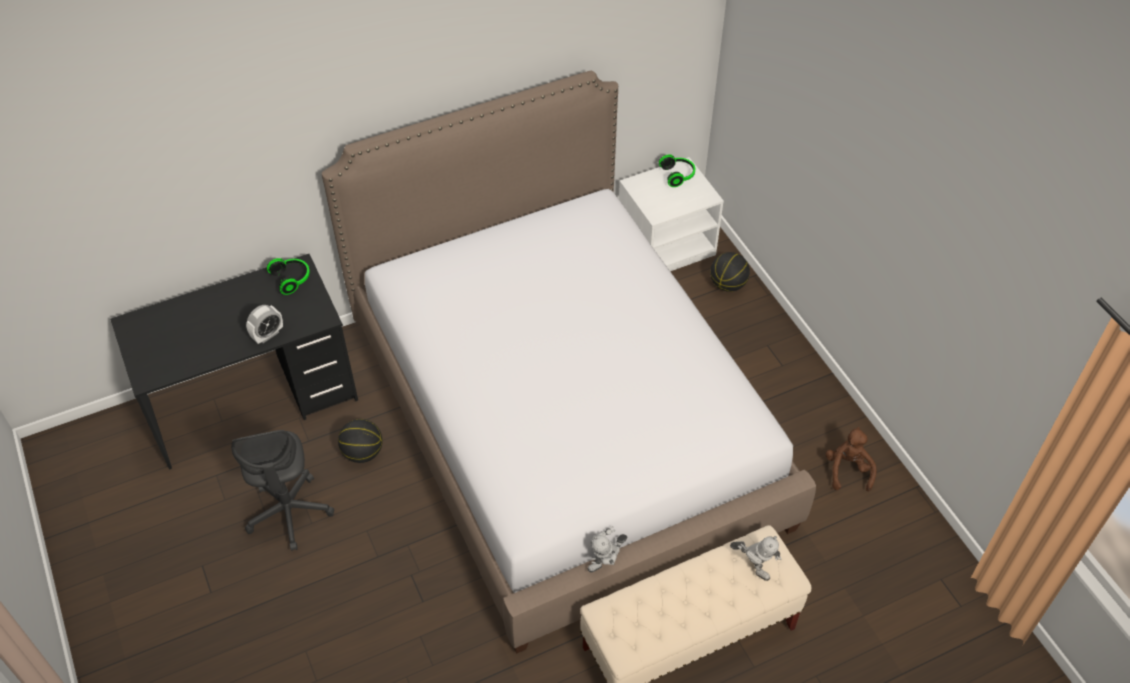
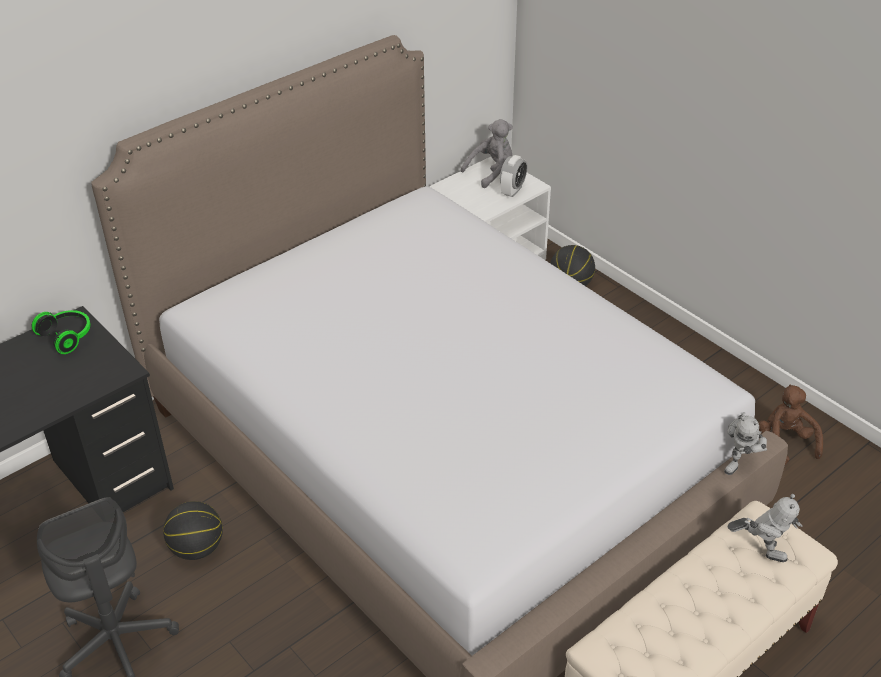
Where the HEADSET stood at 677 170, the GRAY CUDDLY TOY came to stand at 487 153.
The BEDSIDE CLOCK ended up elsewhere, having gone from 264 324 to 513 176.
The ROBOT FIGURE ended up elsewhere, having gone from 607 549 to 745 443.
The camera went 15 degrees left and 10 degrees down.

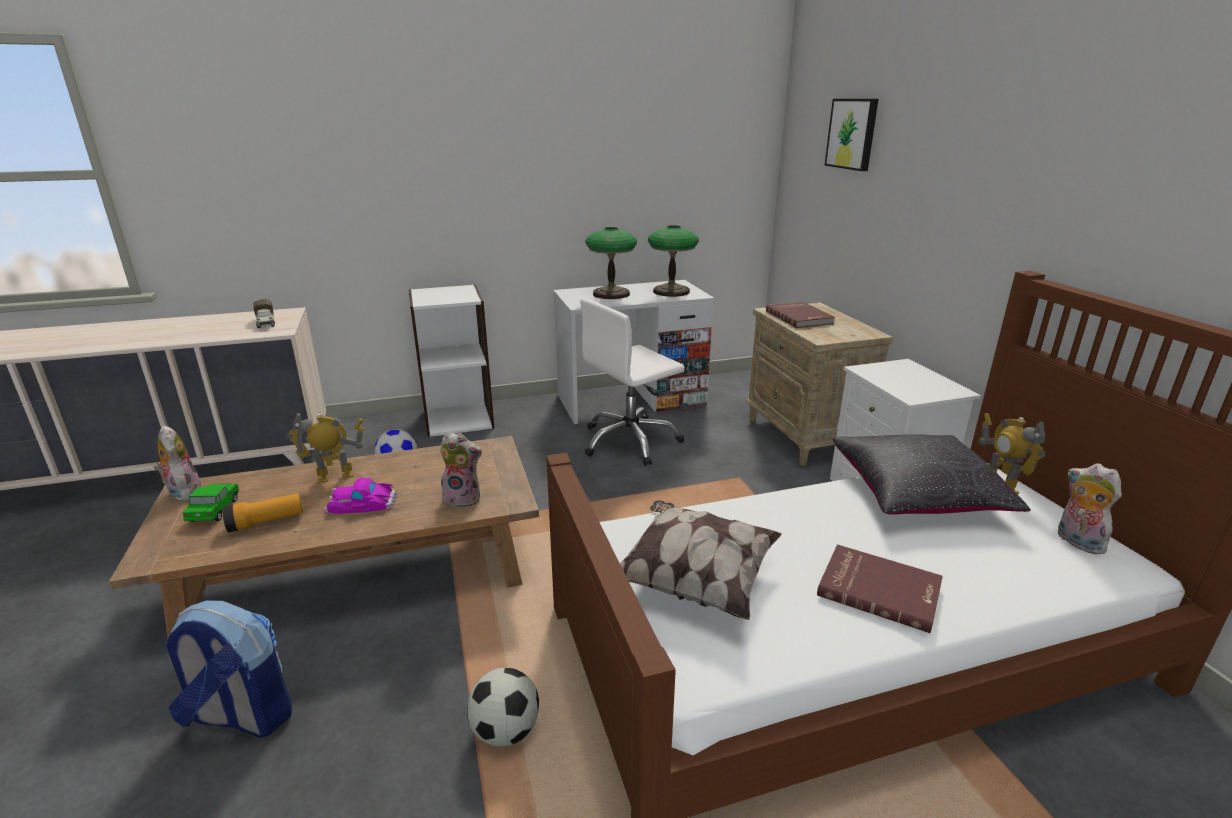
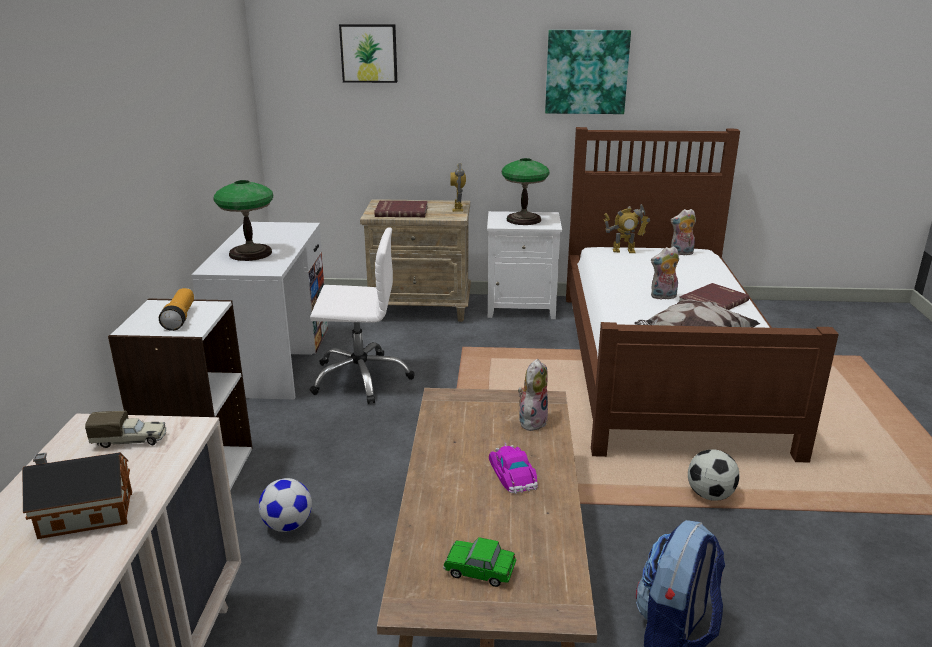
The LAMP FOR A TABLE ended up elsewhere, having gone from 673 261 to 525 191.
The WHITISH DESK CHAIR at 632 382 ended up facing another way, 75 degrees counterclockwise from before.
The ROBOT FIGURE ended up elsewhere, having gone from 326 447 to 458 187.
The CUDDLY TOY ended up elsewhere, having gone from 178 463 to 665 273.
The second view lost the BLACKISH CUSHION at 931 474.
The TOY CAR at 361 495 ended up facing another way, 150 degrees clockwise from before.
The TORCH ended up elsewhere, having gone from 262 512 to 176 309.
The second view gained the PICTURE at 588 72.
The second view gained the MODEL HOUSE at 77 495.
The camera went 70 degrees left and 0 degrees up.

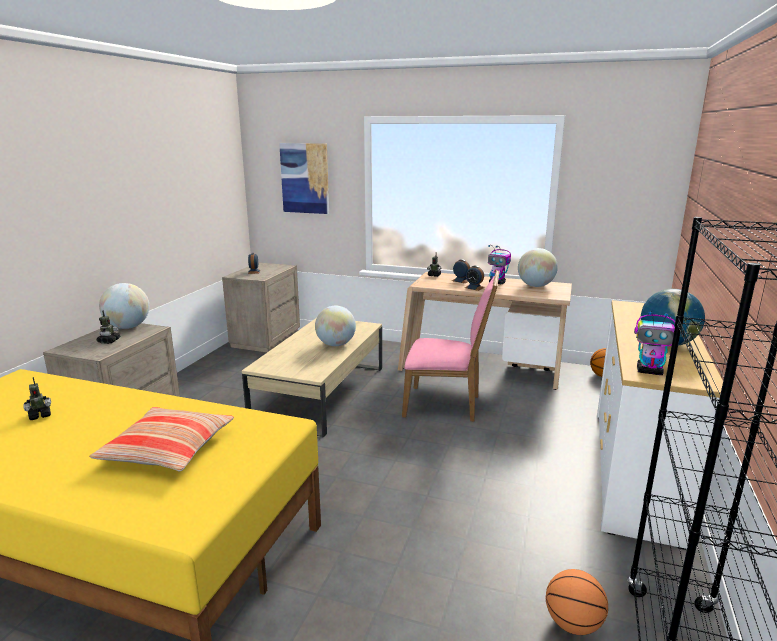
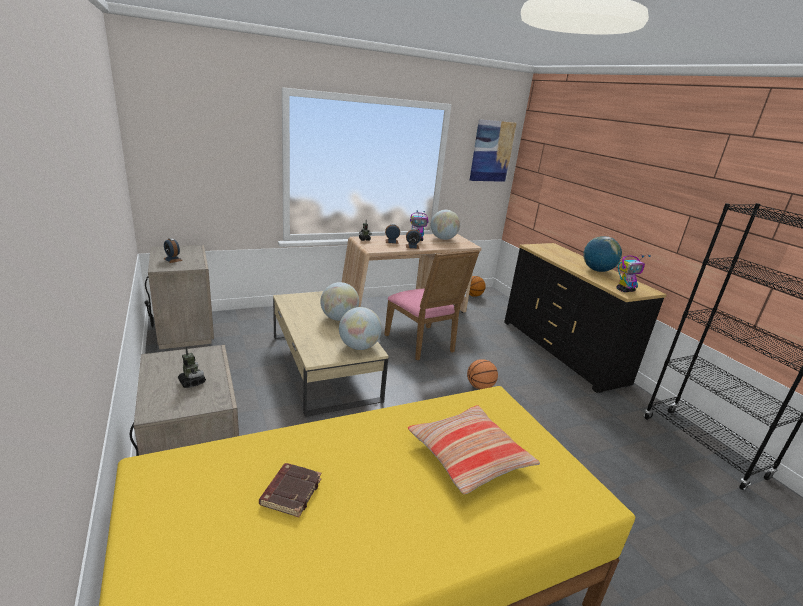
The PICTURE ended up elsewhere, having gone from 304 178 to 493 150.
The PINKISH CHAIR at 451 345 ended up facing another way, 90 degrees clockwise from before.
The WORLD GLOBE ended up elsewhere, having gone from 124 306 to 360 328.
What was the WHITISH DRESSER at 660 425 turned into the BLACKISH DRESSER at 585 318.
Where the ROBOT FIGURE stood at 37 398, the BROWN-COLOURED BOOK came to stand at 290 490.
The BASKETBALL BALL ended up elsewhere, having gone from 577 602 to 482 374.
The camera went 45 degrees left and 5 degrees up.

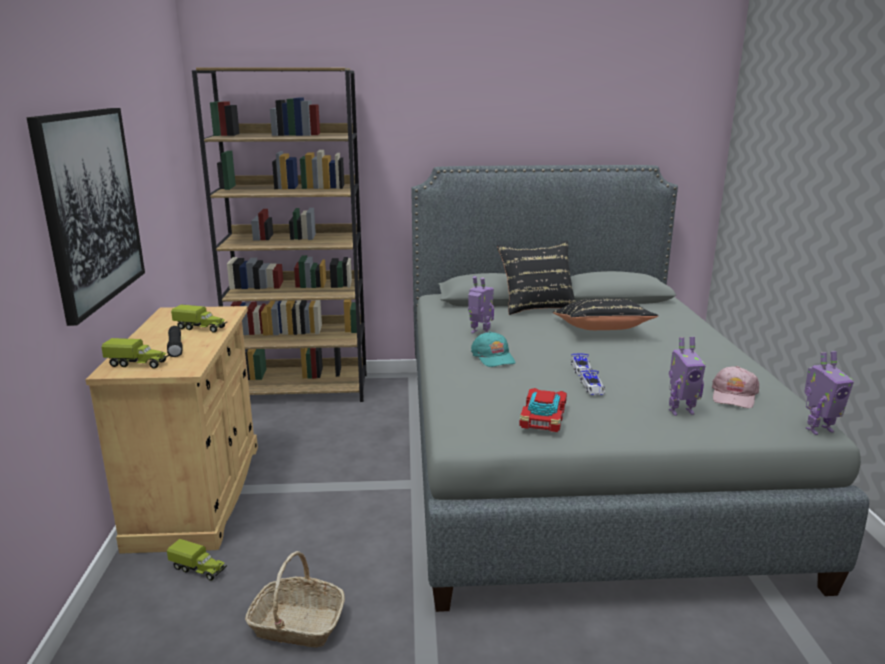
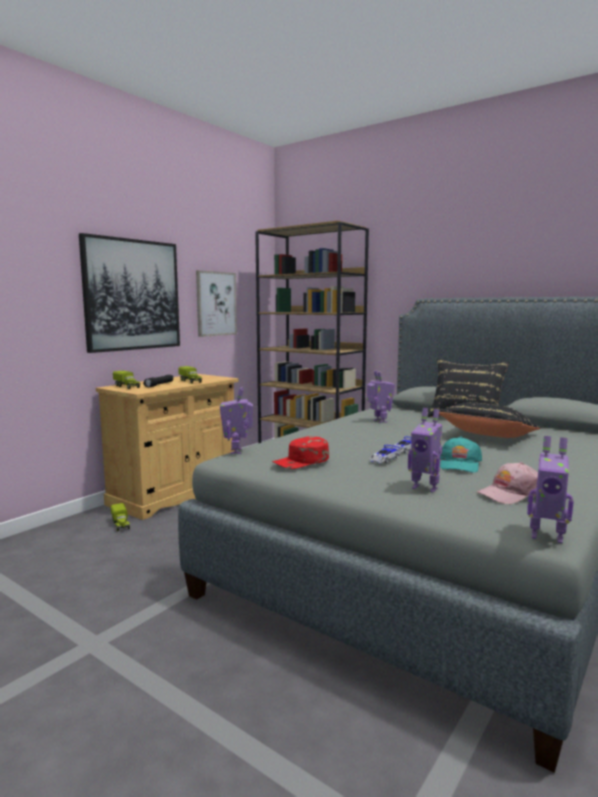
The BLUE-GREEN PEAKED CAP ended up elsewhere, having gone from 493 349 to 461 454.
Where the TOY CAR stood at 543 410, the REDDISH PEAKED CAP came to stand at 300 453.
The second view lost the HOUSEHOLD BASKET at 295 599.
The second view gained the PICTURE at 216 303.
The second view gained the ROBOT FIGURE at 236 420.
The camera went 40 degrees right and 10 degrees down.

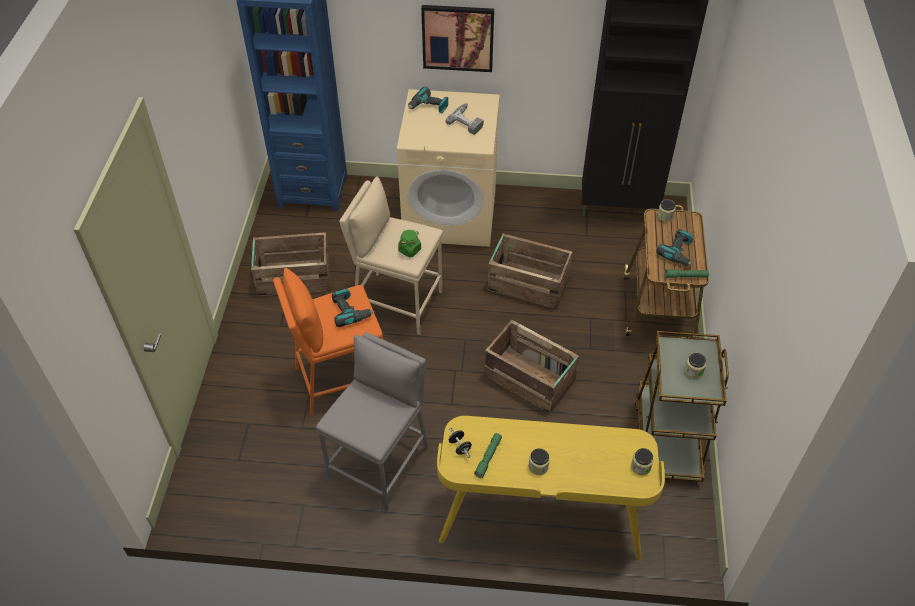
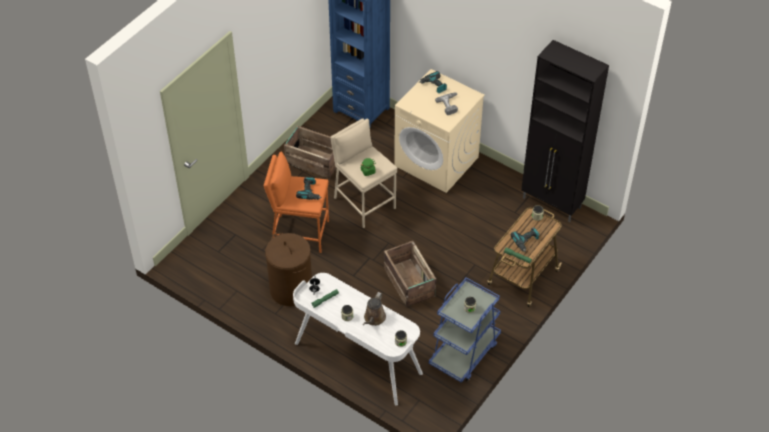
The second view lost the PICTURE at 457 38.
The second view lost the PACKING CRATE at 530 271.
What was the BROWN-COLOURED CART at 681 406 turned into the BLUE CART at 465 330.
Where the GRAY SITTING STOOL stood at 372 422, the BROWN-COLOURED HAMPER came to stand at 288 269.
What was the YELLOWISH DESK TABLE at 551 488 turned into the WHITISH DESK TABLE at 358 339.
The second view gained the BROWN-COLOURED SPRINKLING CAN at 374 309.
The camera went 30 degrees right and 0 degrees up.

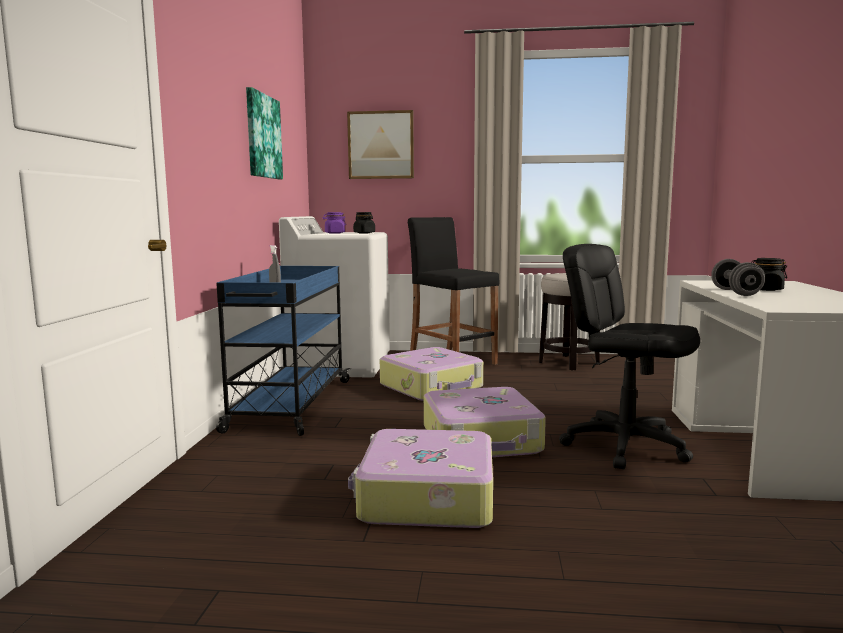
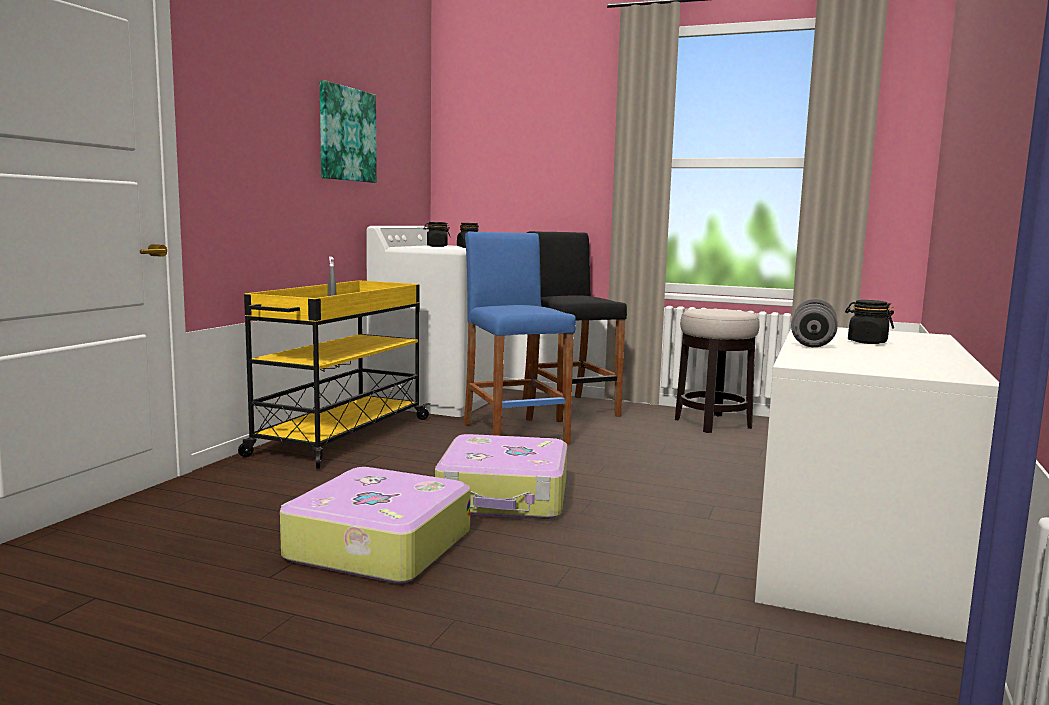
The second view lost the PICTURE at 380 144.
What was the PURPLE-COLOURED JAR at 334 223 turned into the BLACKISH JAR at 437 234.
The second view lost the BLACKISH DESK CHAIR at 629 356.
What was the BLUE CART at 283 351 turned into the YELLOWISH CART at 334 374.
Where the PIECE OF LUGGAGE stood at 431 374, the BLUE SITTING STOOL came to stand at 520 338.
The camera went 15 degrees right and 0 degrees up.

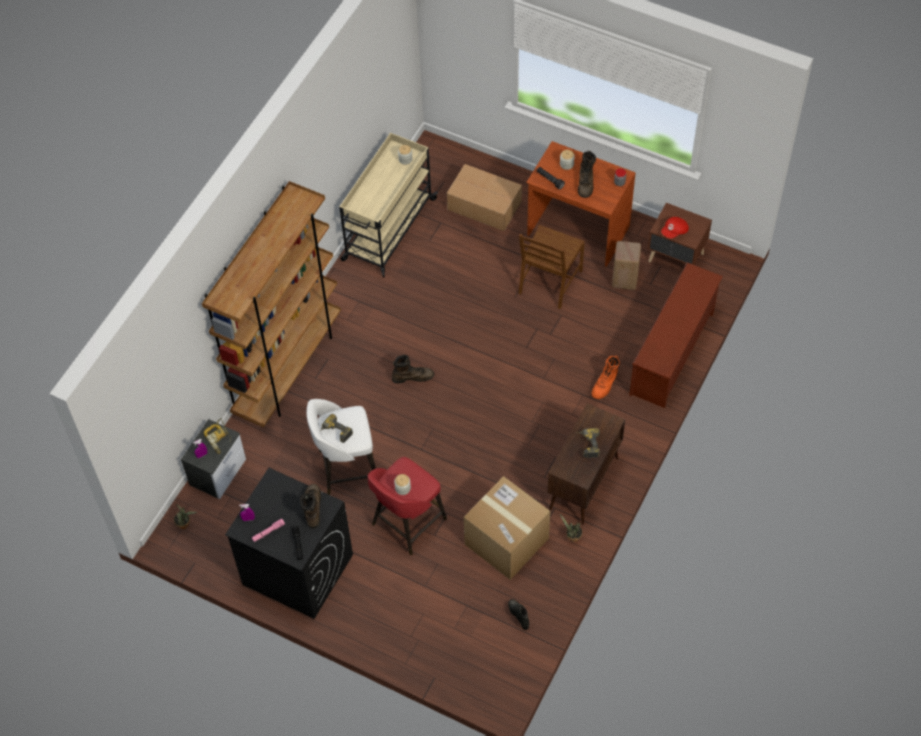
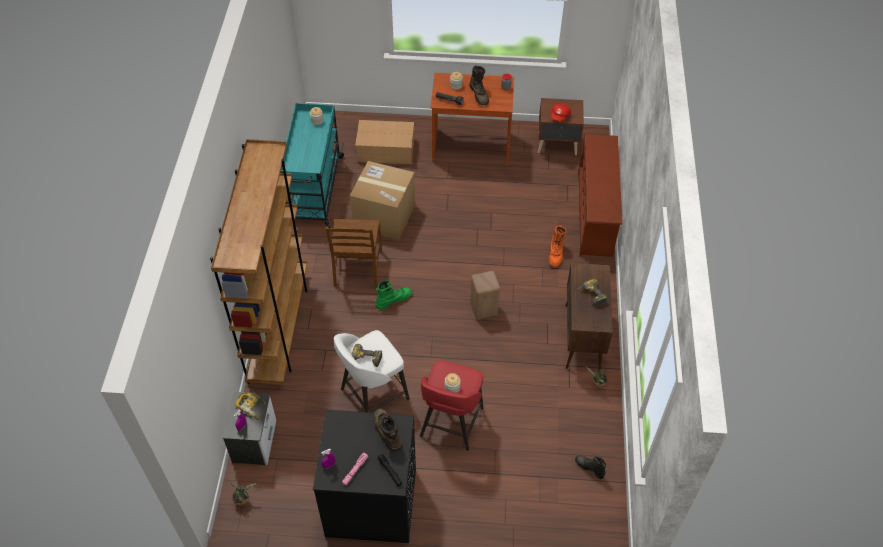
What was the BEIGE-COLOURED CART at 388 205 turned into the BLUE-GREEN CART at 312 165.
The BROWN-COLOURED CHAIR ended up elsewhere, having gone from 552 267 to 354 253.
The BEIGE-COLOURED SITTING STOOL ended up elsewhere, having gone from 626 265 to 485 295.
What was the BROWN-COLOURED BOOT at 413 369 turned into the GREEN BOOT at 394 295.
The CARDBOARD BOX ended up elsewhere, having gone from 507 528 to 382 200.
The camera went 25 degrees left and 5 degrees down.

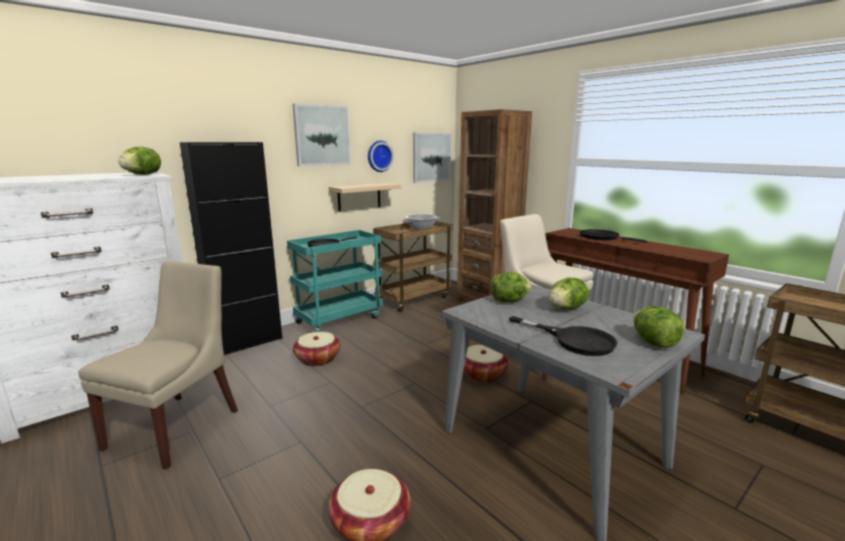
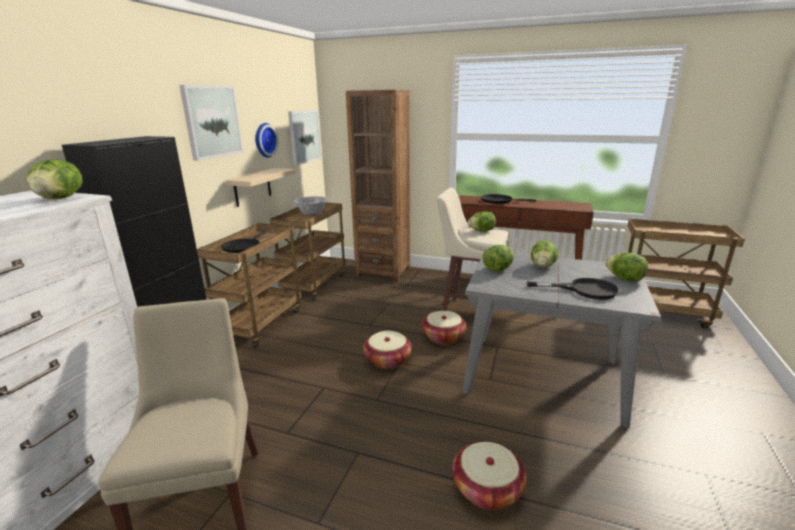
What was the BLUE-GREEN CART at 335 281 turned into the BROWN-COLOURED CART at 249 285.
The HOUSEHOLD BASKET ended up elsewhere, having gone from 316 349 to 387 350.
The second view gained the HEAD OF LETTUCE at 482 221.
The camera went 30 degrees left and 5 degrees up.

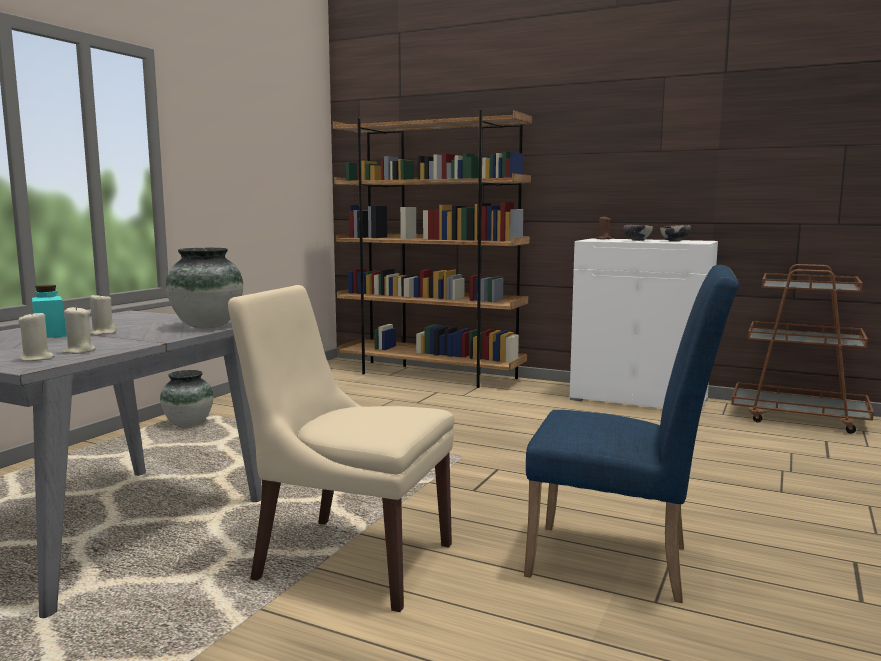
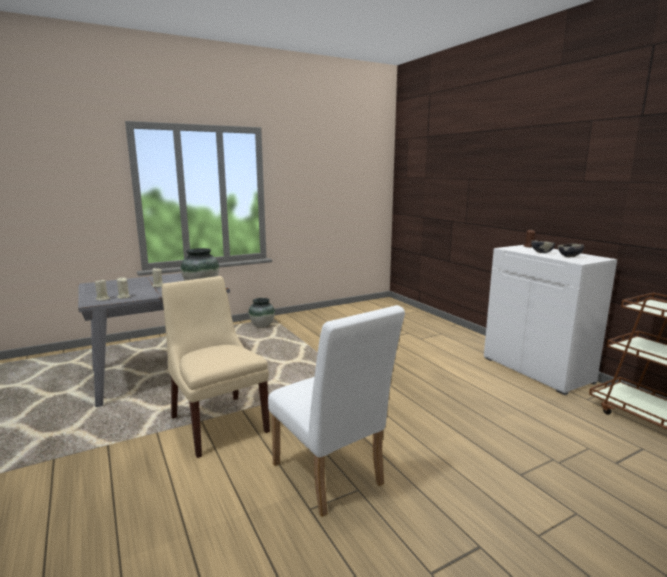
The second view lost the BROWN-COLOURED BOOKSHELF at 432 249.
What was the BLUE CHAIR at 632 434 turned into the WHITISH CHAIR at 336 411.
The second view lost the BLUE-GREEN JAR at 49 311.
The camera went 35 degrees right and 5 degrees up.

